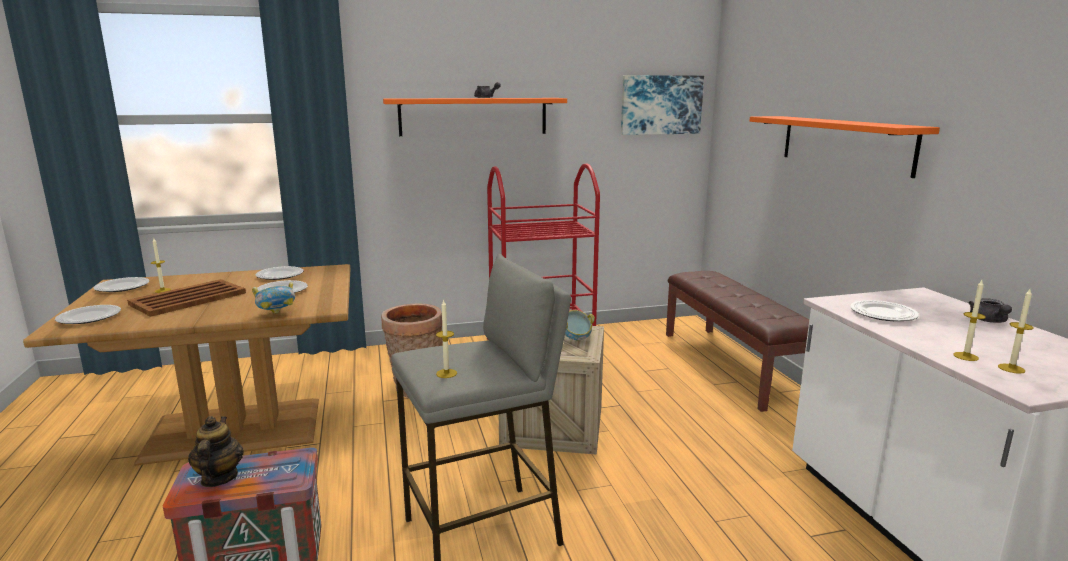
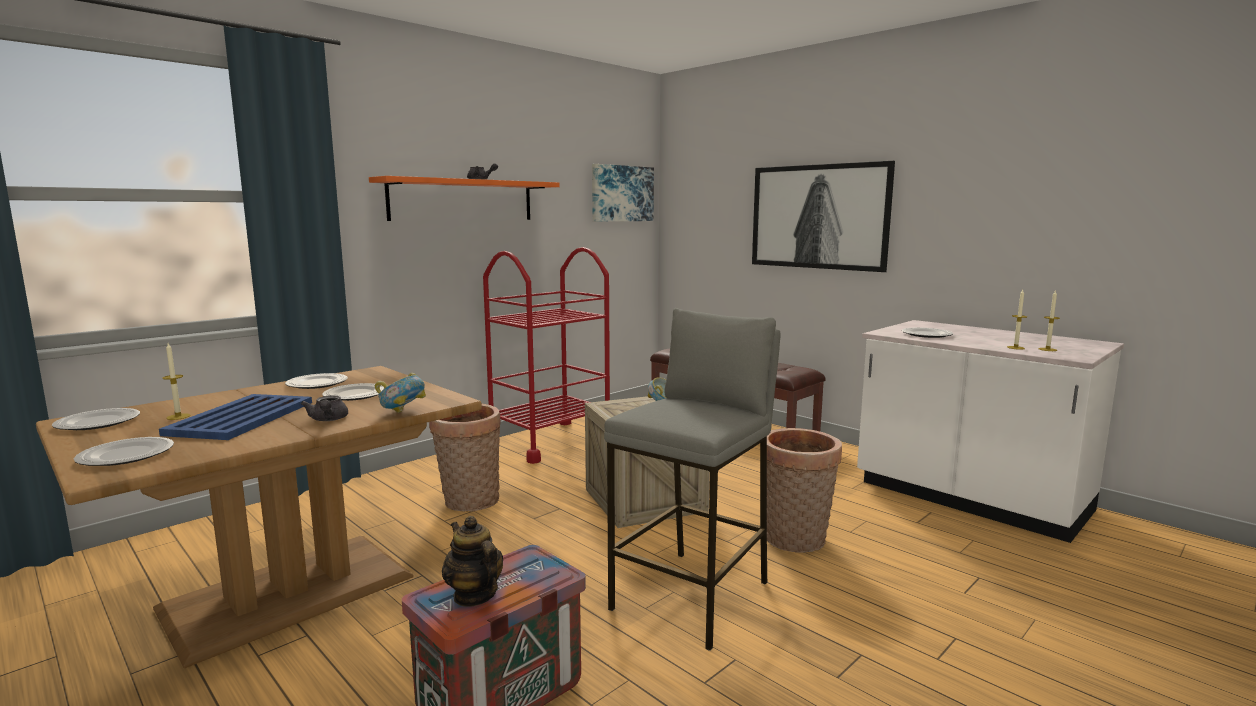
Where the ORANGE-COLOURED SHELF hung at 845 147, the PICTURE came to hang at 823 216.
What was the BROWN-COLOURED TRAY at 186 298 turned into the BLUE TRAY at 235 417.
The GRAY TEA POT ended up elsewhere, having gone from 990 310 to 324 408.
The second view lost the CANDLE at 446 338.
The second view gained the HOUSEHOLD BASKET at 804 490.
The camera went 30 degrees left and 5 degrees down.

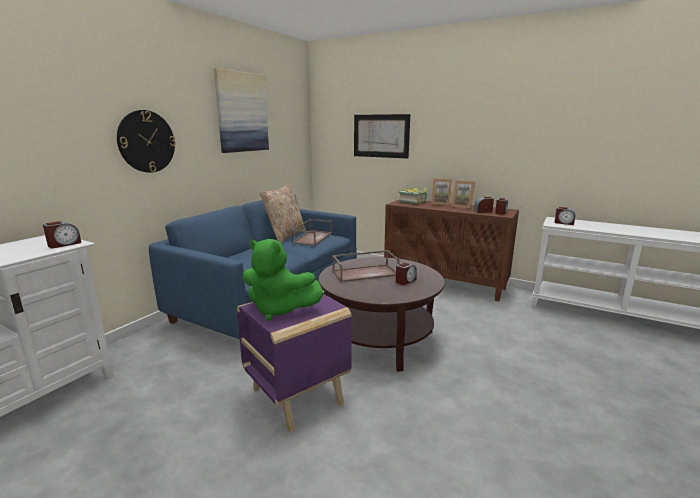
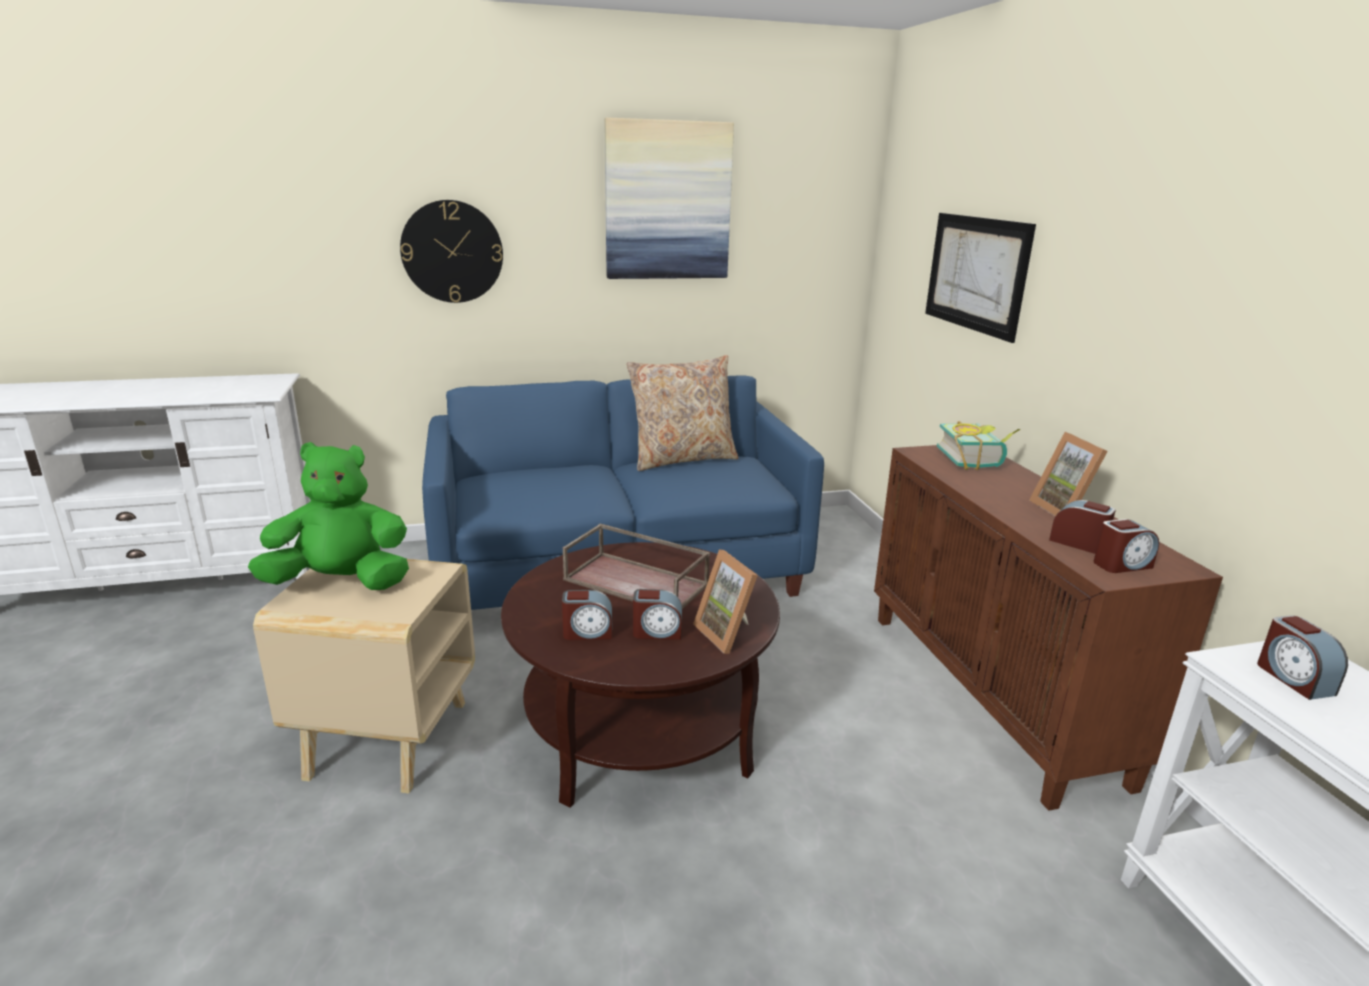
The STANDING FRAME ended up elsewhere, having gone from 441 192 to 725 601.
The second view lost the BROWN-COLOURED TRAY at 311 232.
The BEDSIDE CLOCK ended up elsewhere, having gone from 62 234 to 587 615.
The GREEN CUDDLY TOY at 283 280 ended up facing another way, 105 degrees clockwise from before.
What was the PURPLE-COLOURED END TABLE at 294 363 turned into the BEIGE-COLOURED END TABLE at 364 676.
The camera went 45 degrees right and 5 degrees up.

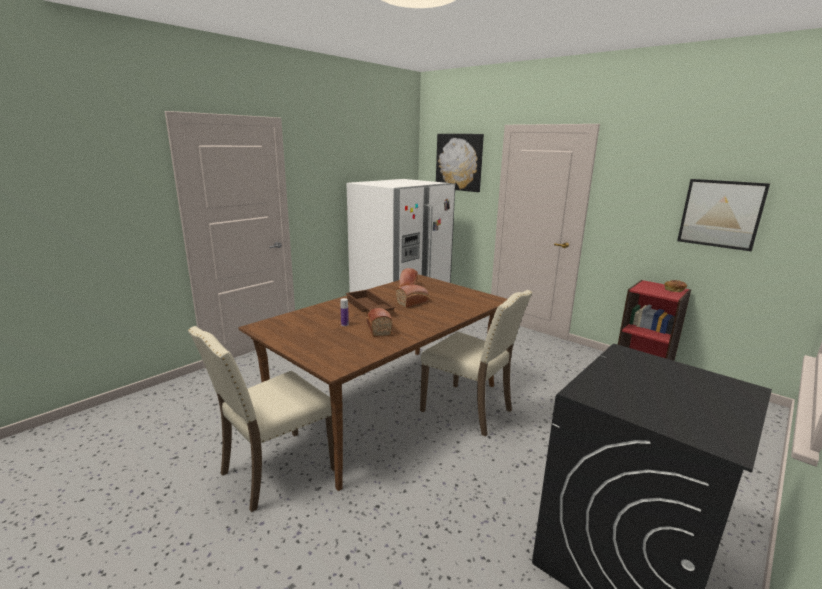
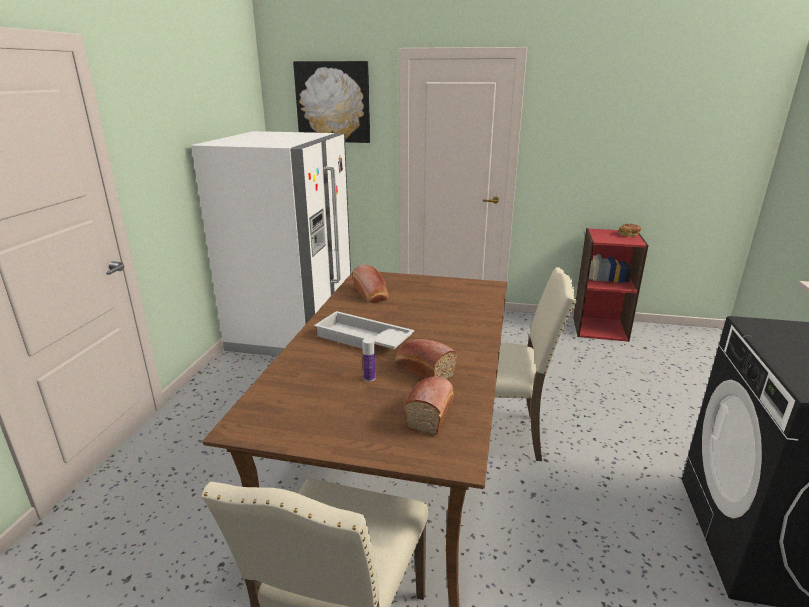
The second view lost the PICTURE at 723 215.
The BAKERY BREAD ended up elsewhere, having gone from 412 296 to 429 406.
What was the BROWN-COLOURED TRAY at 371 300 turned into the WHITISH TRAY at 364 330.
The camera went 30 degrees left and 5 degrees up.

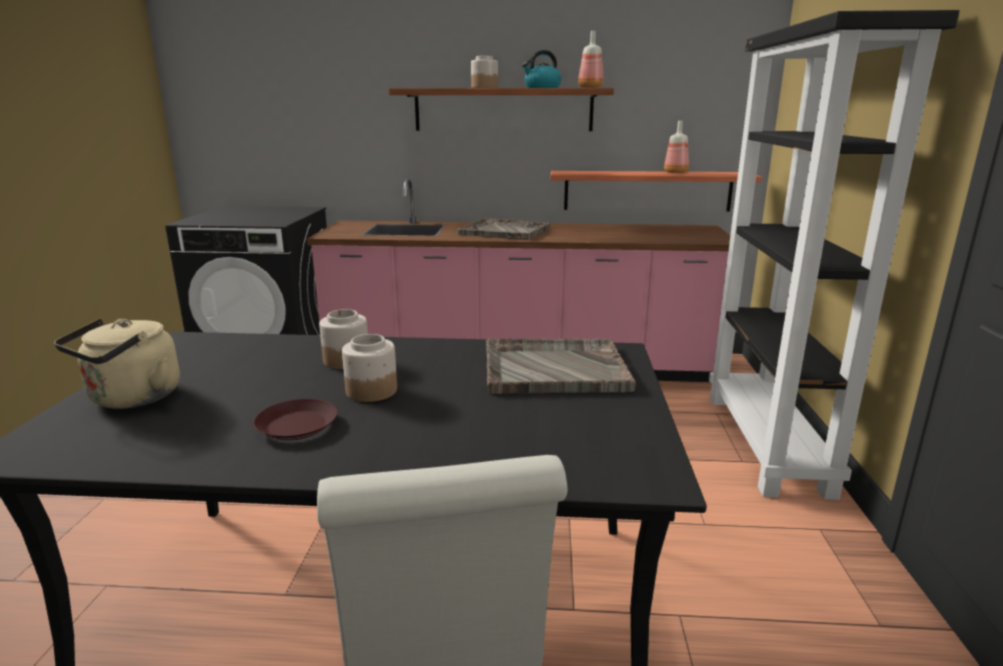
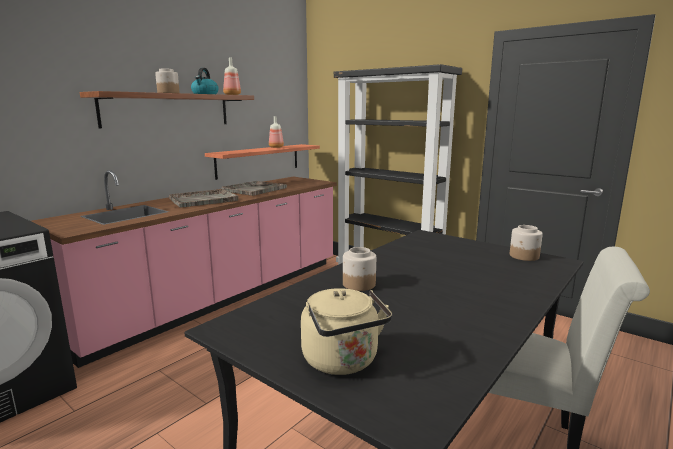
The JAR ended up elsewhere, having gone from 369 368 to 526 243.
The GRAY TRAY ended up elsewhere, having gone from 561 366 to 254 188.
The second view lost the BROWN-COLOURED FLAT DISH at 295 419.
The camera went 55 degrees left and 5 degrees down.

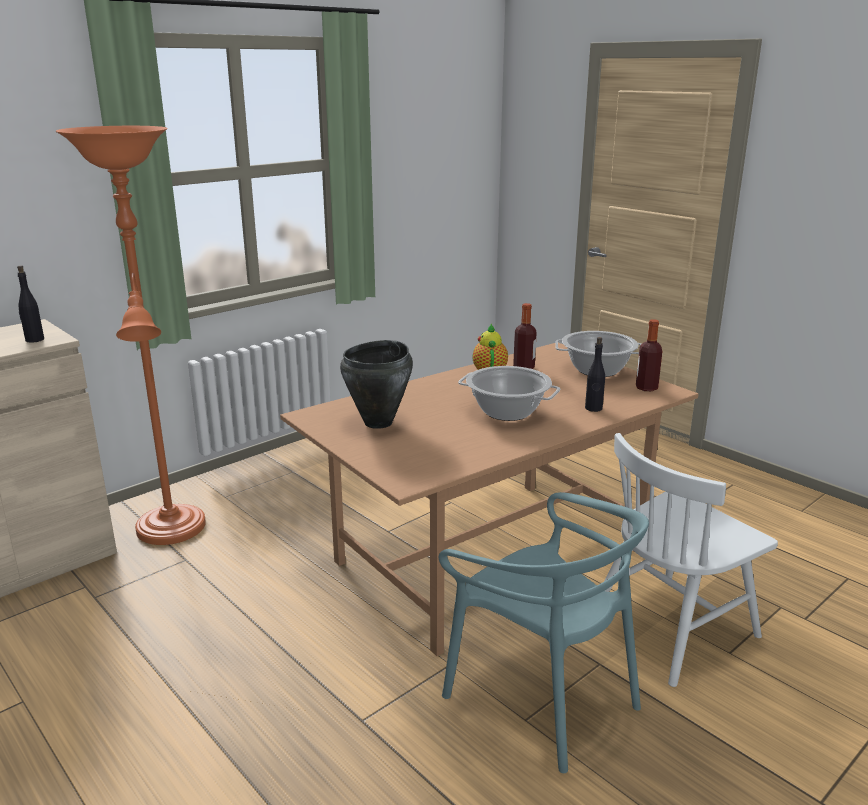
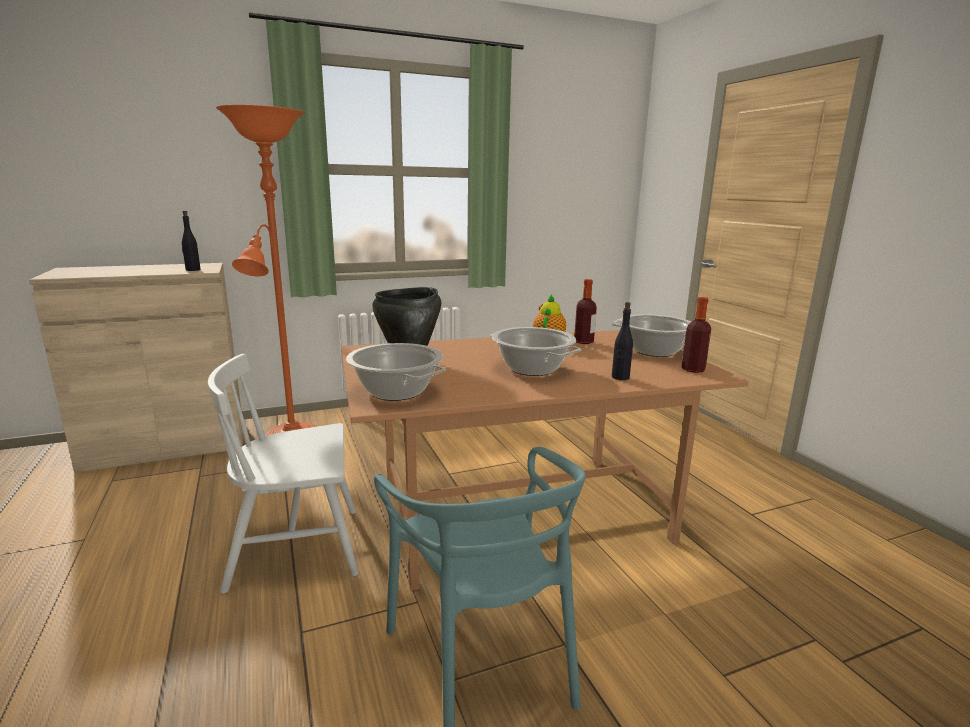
The WHITISH CHAIR ended up elsewhere, having gone from 691 560 to 283 474.
The second view gained the STOCKPOT at 396 372.
The camera went 20 degrees right and 5 degrees down.

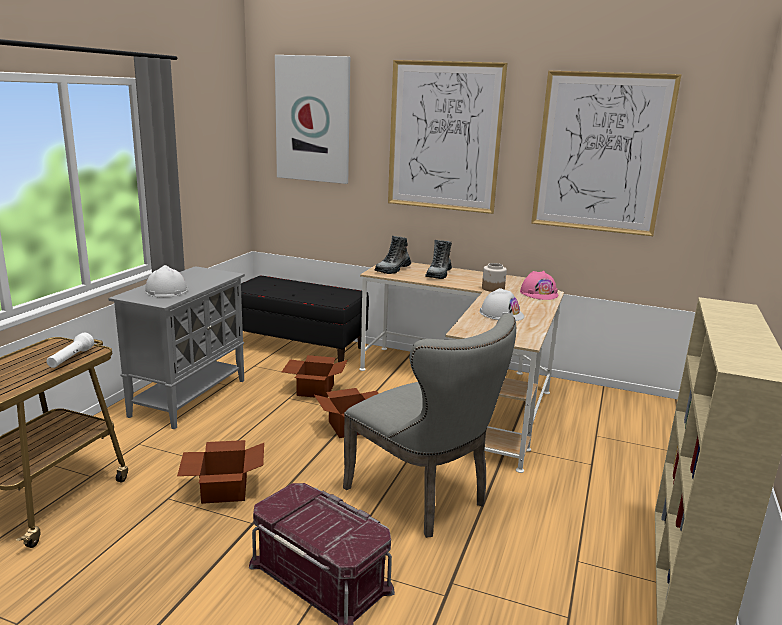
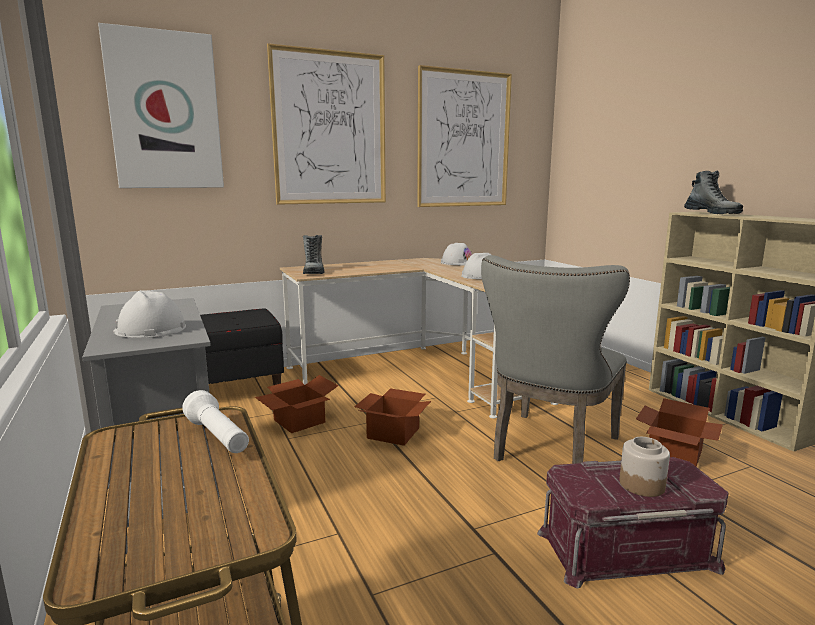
The BOOT ended up elsewhere, having gone from 438 259 to 713 192.
The JAR ended up elsewhere, having gone from 494 277 to 644 467.
What was the PINKISH SAFETY HELMET at 539 285 turned into the WHITISH SAFETY HELMET at 456 254.
The GRAY CHAIR at 429 425 ended up facing another way, 120 degrees clockwise from before.
The CARDBOARD BOX ended up elsewhere, having gone from 220 472 to 679 432.
The camera went 45 degrees left and 5 degrees down.

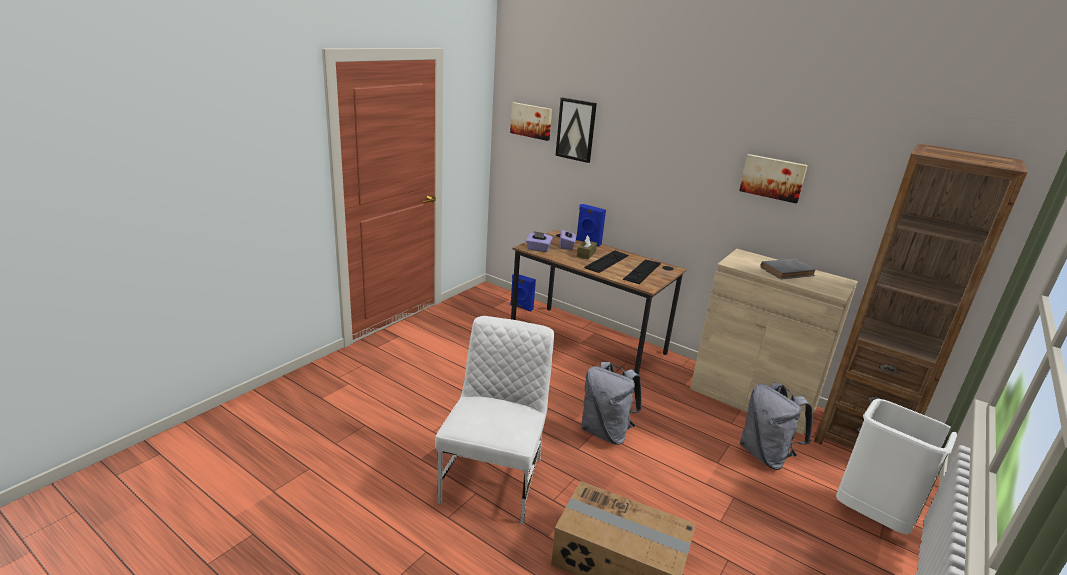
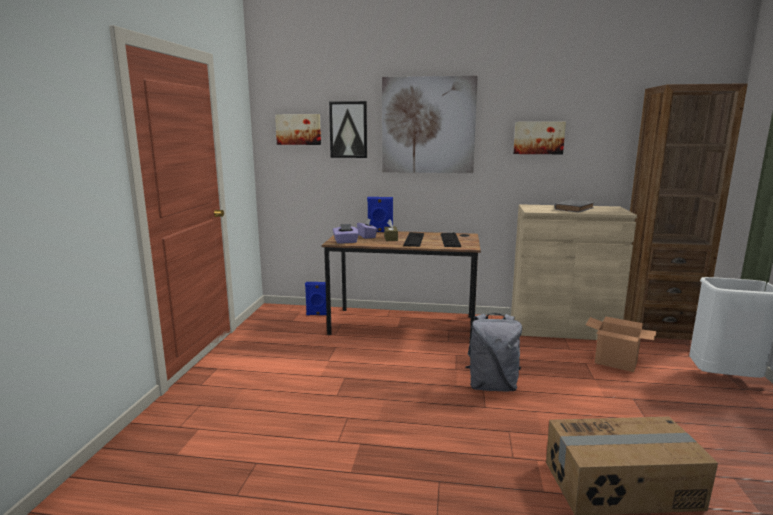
The second view lost the WHITISH CHAIR at 494 420.
Where the GRAY RUCKSACK stood at 776 426, the CARDBOARD BOX came to stand at 621 344.
The second view gained the PICTURE at 430 124.
The camera went 25 degrees left and 10 degrees down.

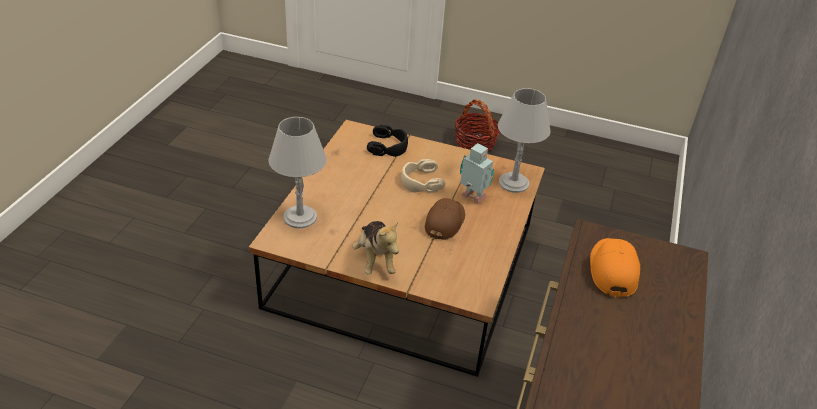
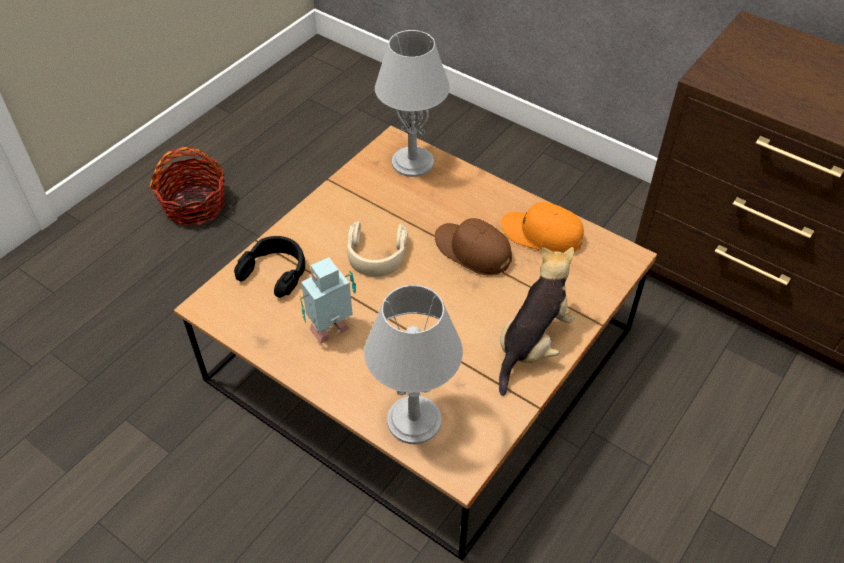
The ROBOT FIGURE ended up elsewhere, having gone from 477 173 to 328 300.
The CUDDLY TOY at 376 248 ended up facing another way, 60 degrees counterclockwise from before.
The ORANGE-COLOURED PEAKED CAP ended up elsewhere, having gone from 615 267 to 542 227.
The camera went 70 degrees left and 10 degrees up.

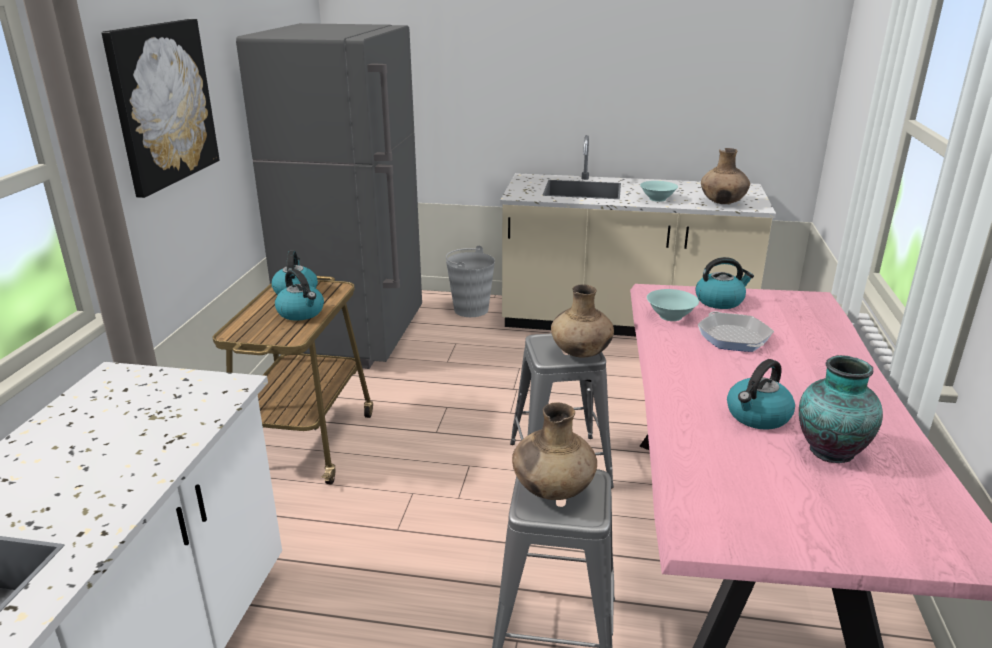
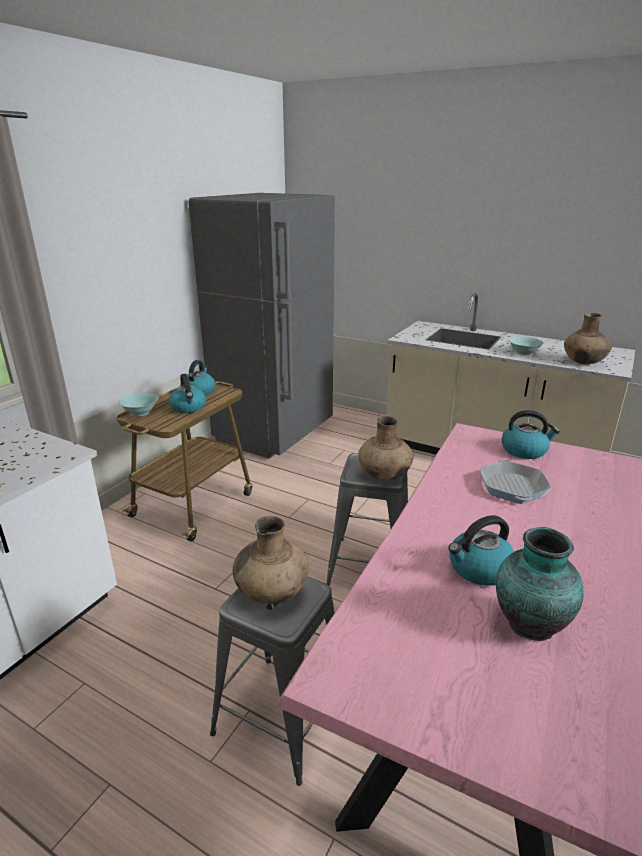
The second view lost the PICTURE at 160 108.
The second view lost the GRAY PAIL at 470 281.
The BLUE-GREEN SERVING BOWL ended up elsewhere, having gone from 673 305 to 138 404.
The camera went 20 degrees right and 0 degrees up.

